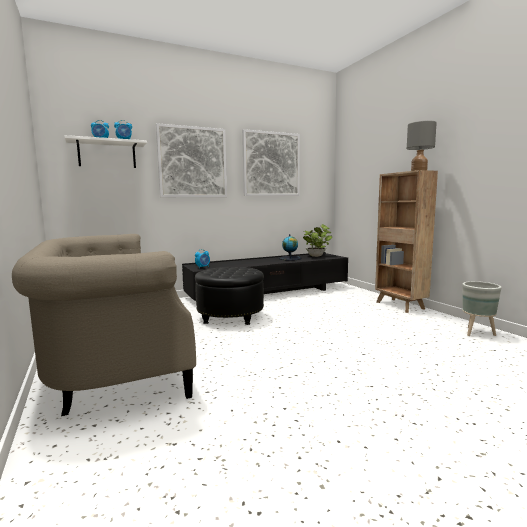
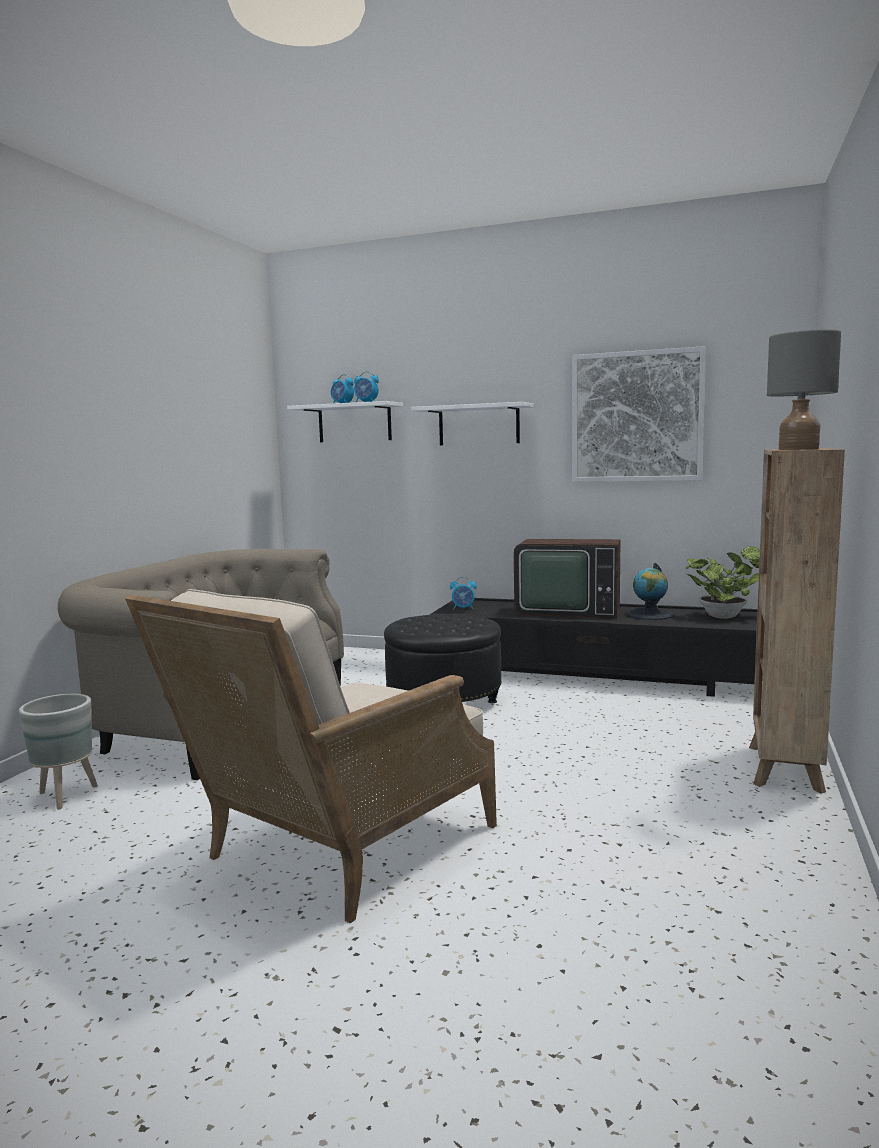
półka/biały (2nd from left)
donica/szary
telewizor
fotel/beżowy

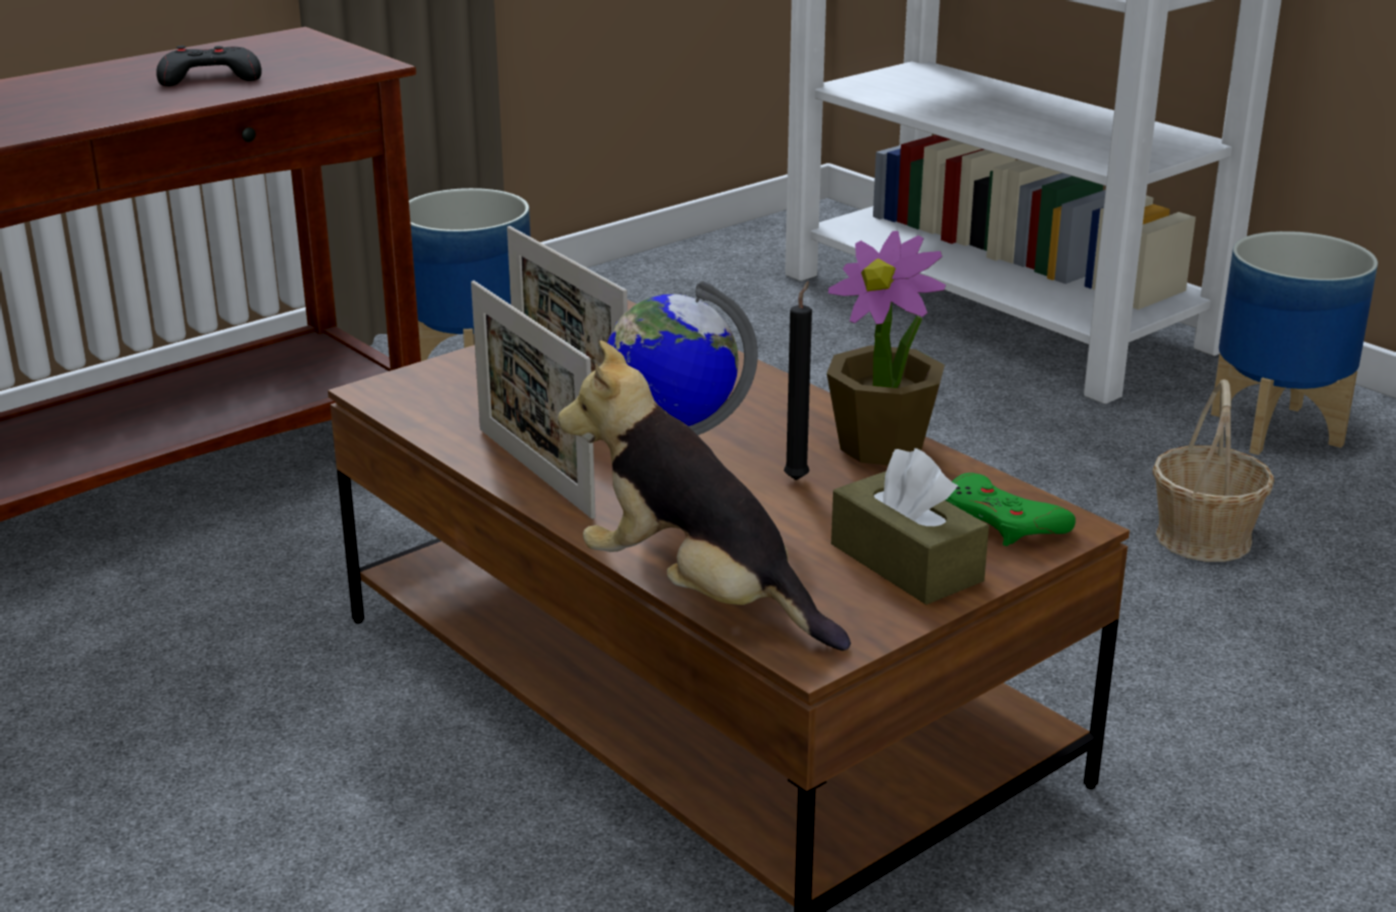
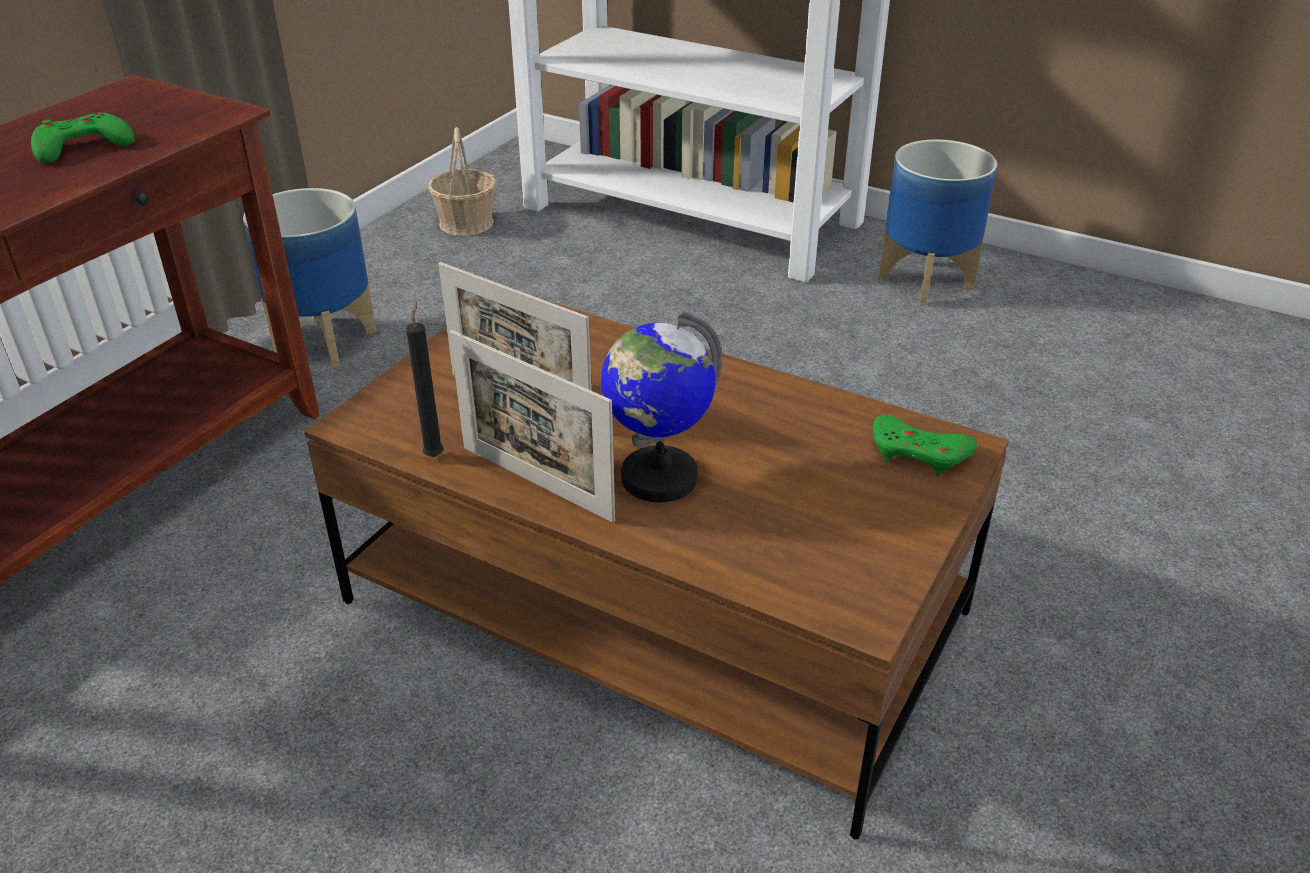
pad do gier/zielony (1st from left)
roślina doniczkowa
świeca/czarny
pluszak
koszyk
pudełko chusteczek/brązowy

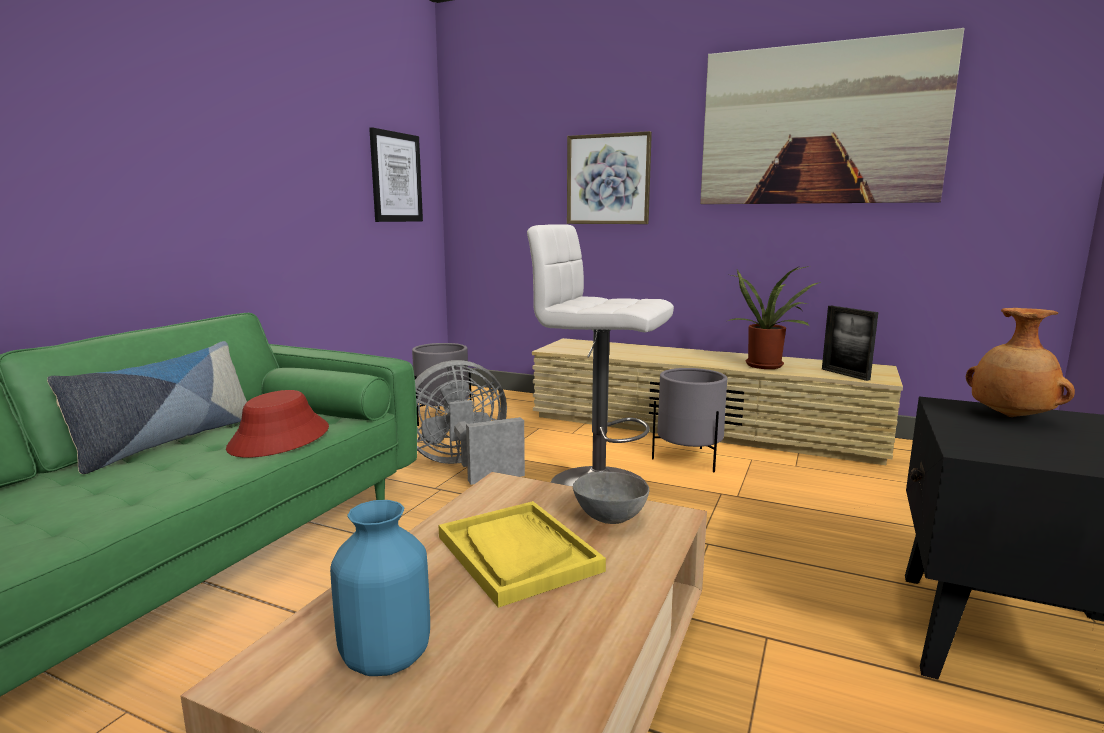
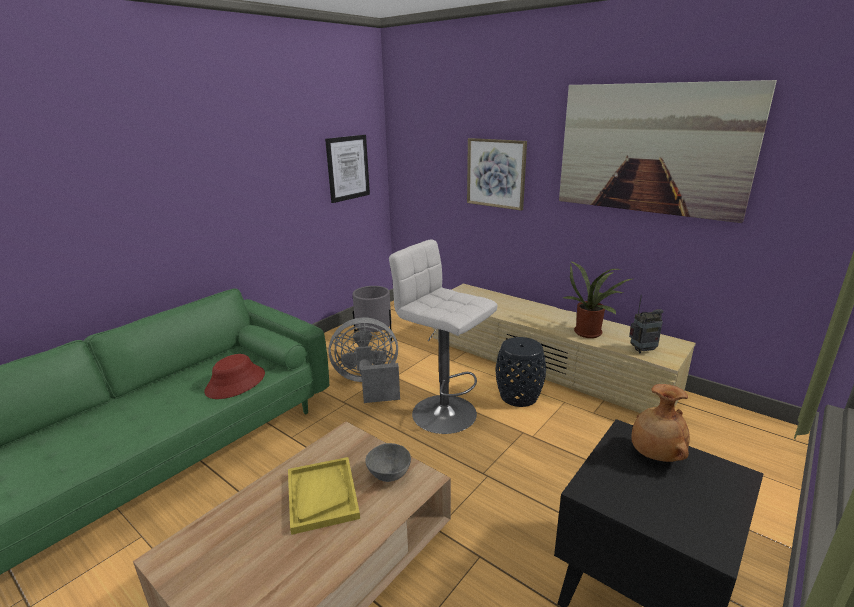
radio
poduszka
stołek/czarny
wazon/niebieski

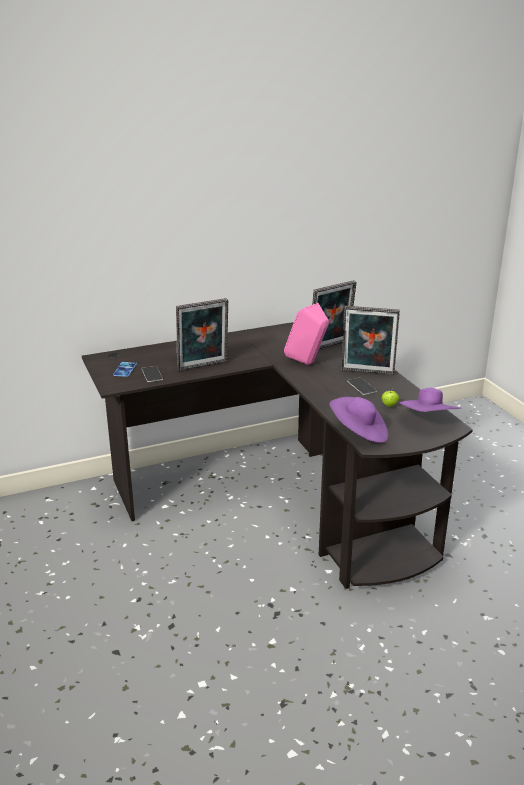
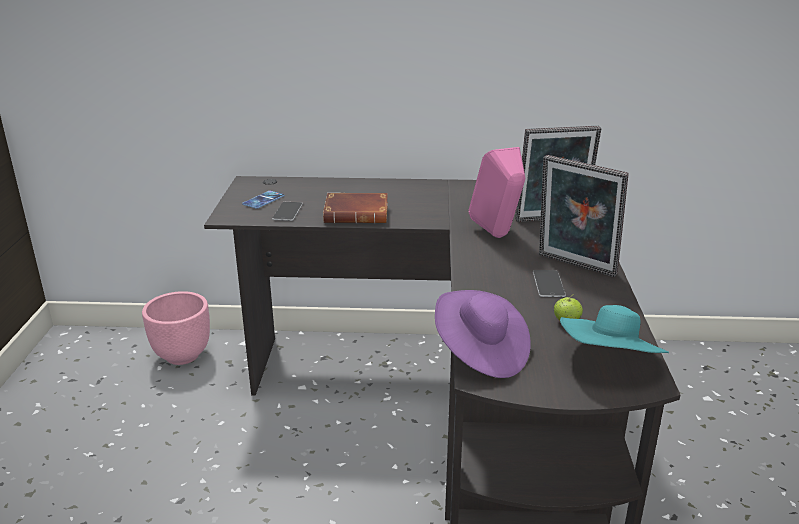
książka/brązowy
kapelusz/turkusowy
donica/różowy

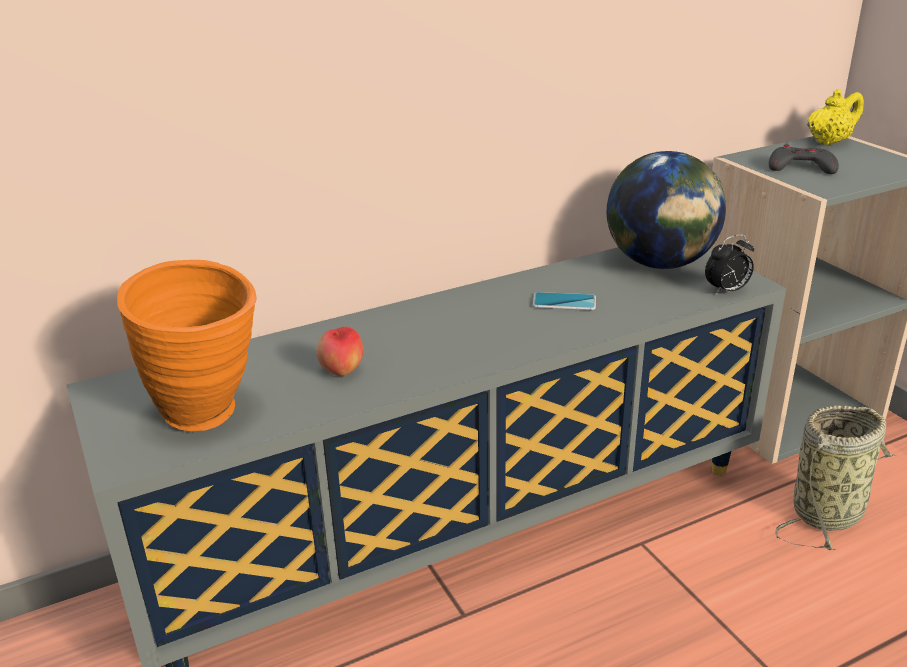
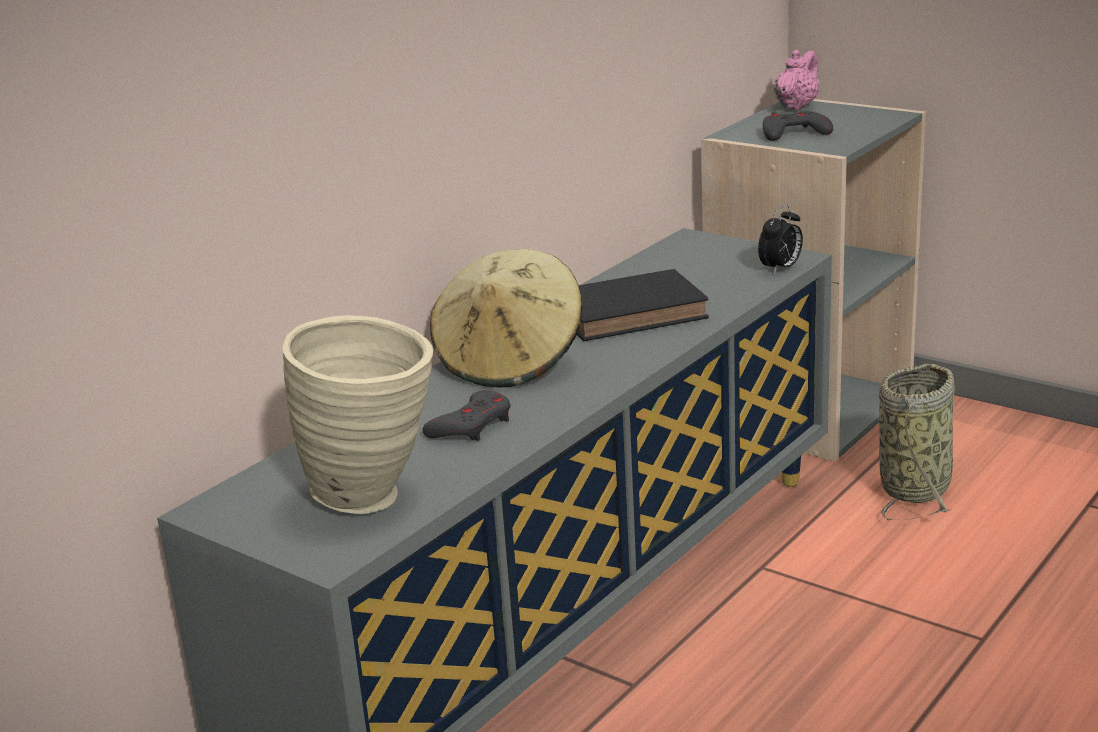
imbryk/różowy
globus
wazon/beżowy
książka/czarny
pad do gier/szary (1st from left)
kapelusz/beżowy

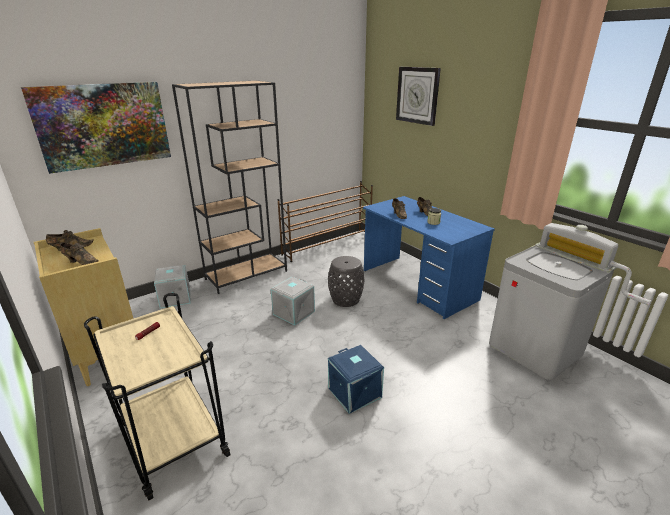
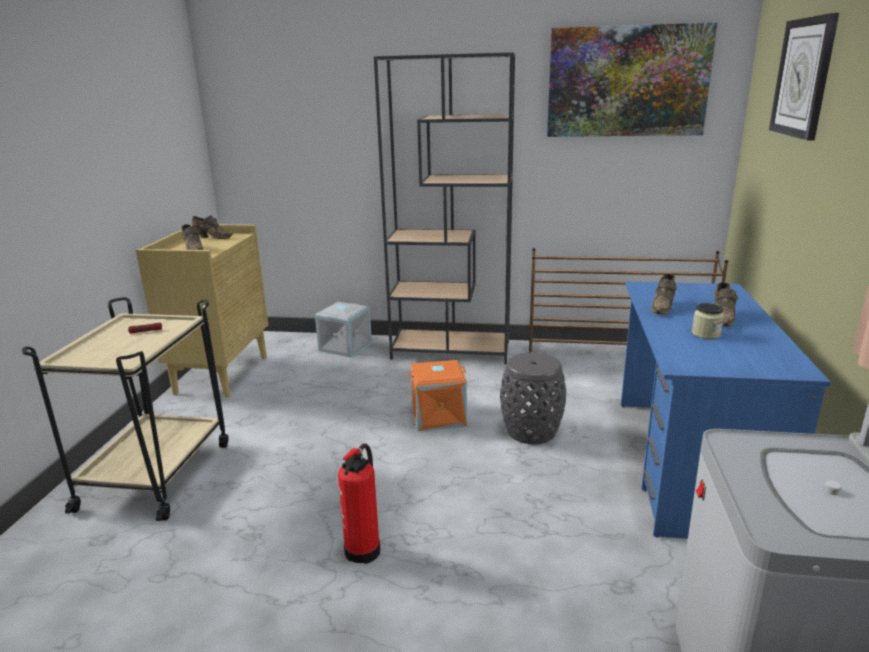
obraz
pojemnik do przechowywania/pomarańczowy
gaśnica

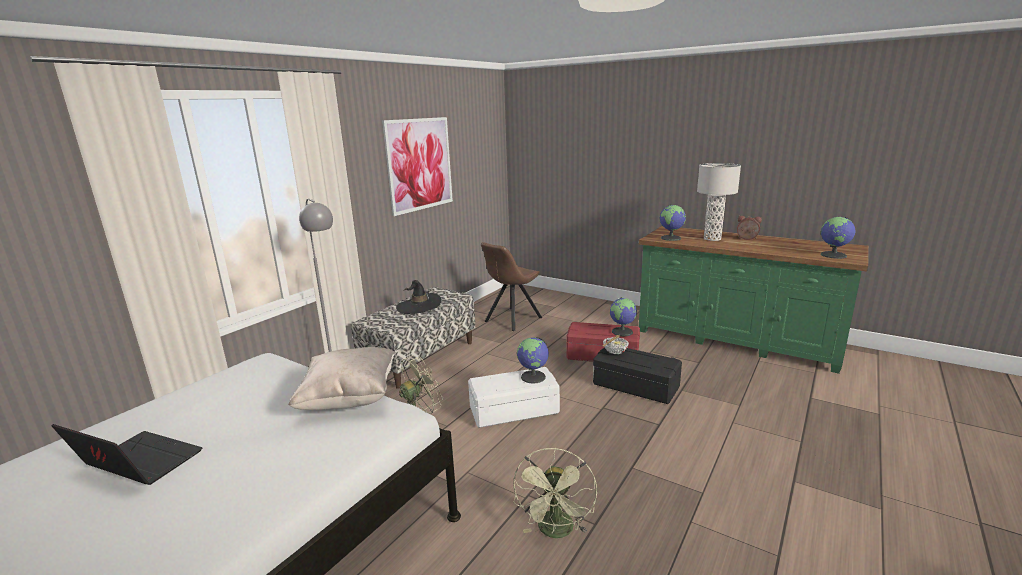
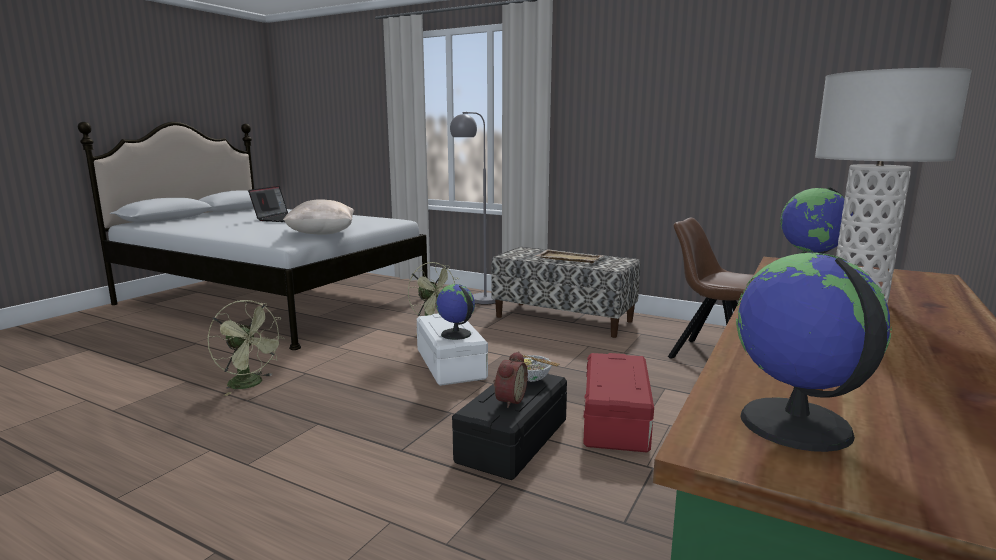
obraz
budzik
taca/beżowy
globus (2nd from left in the first image)
wentylator/zielony (1st from left)

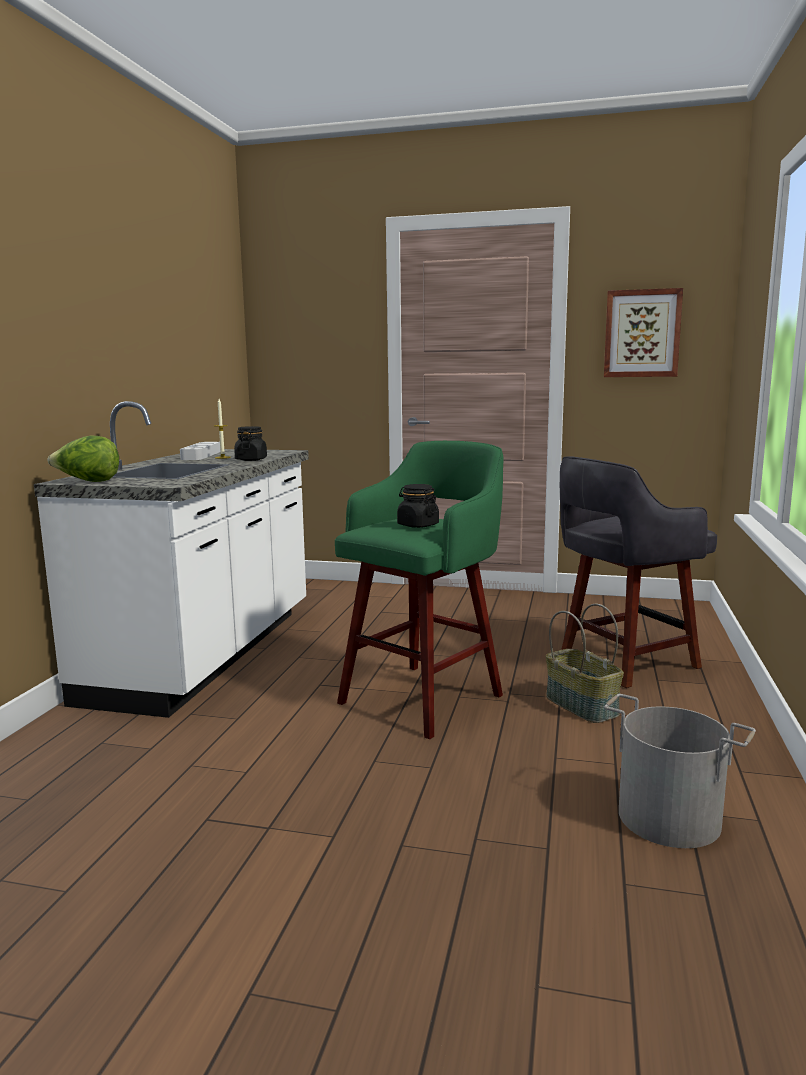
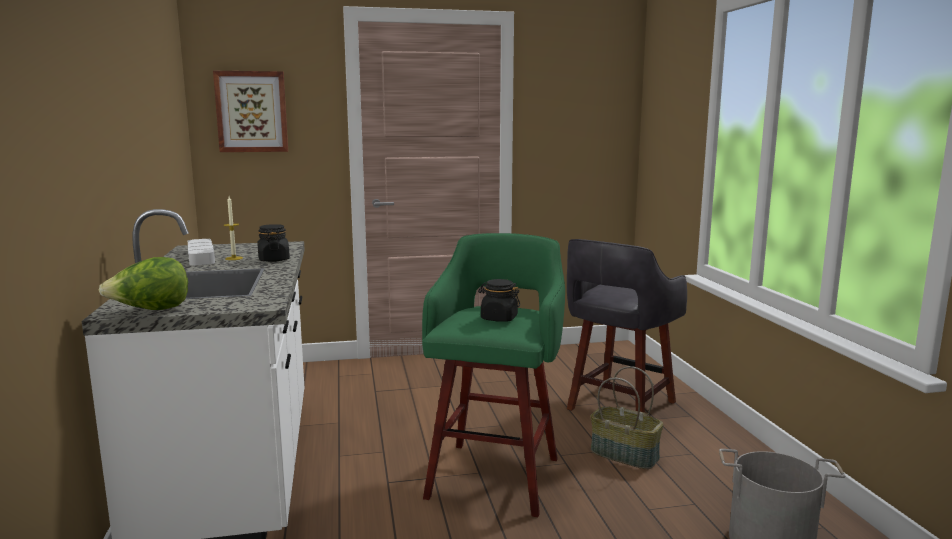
obraz

